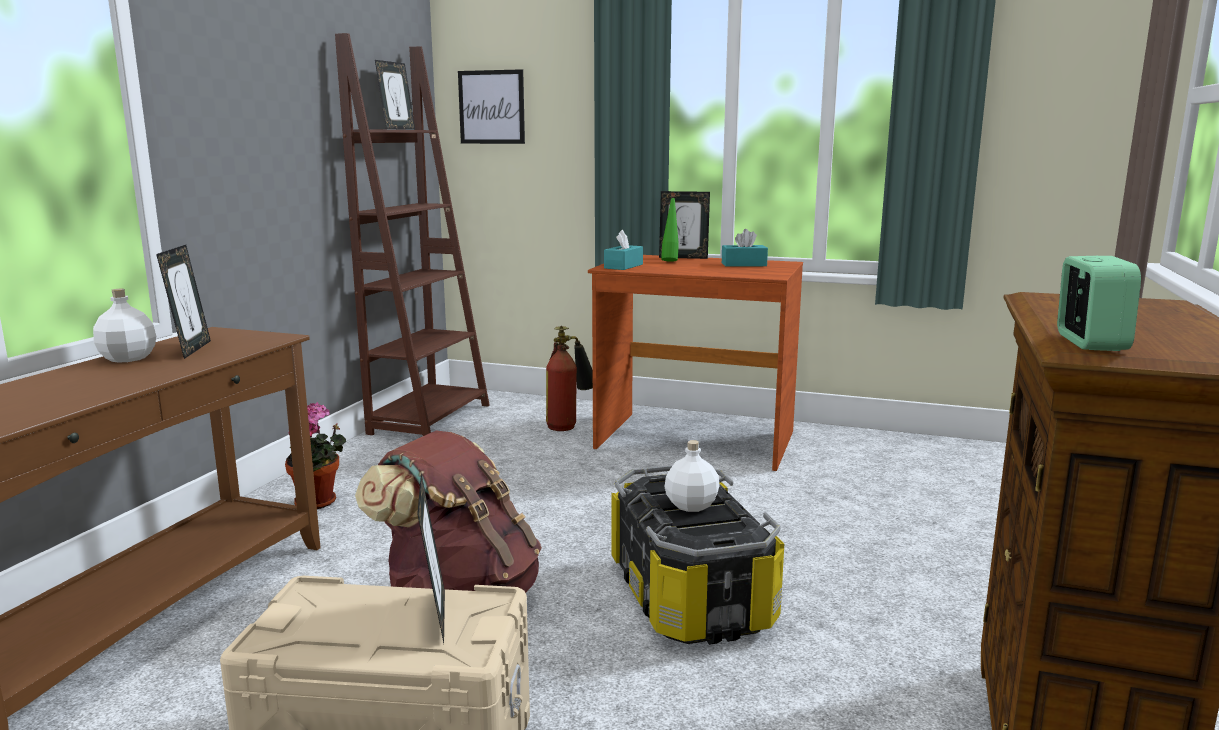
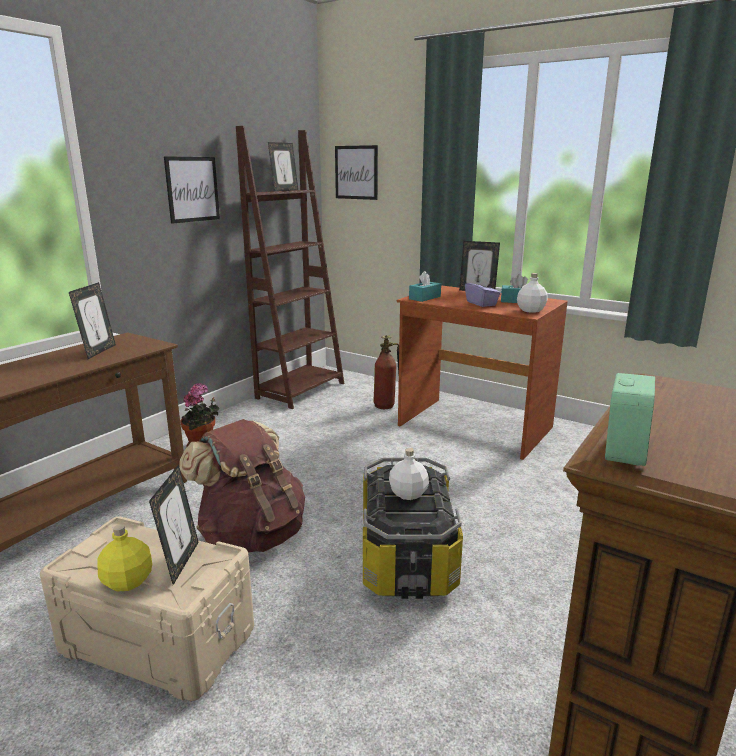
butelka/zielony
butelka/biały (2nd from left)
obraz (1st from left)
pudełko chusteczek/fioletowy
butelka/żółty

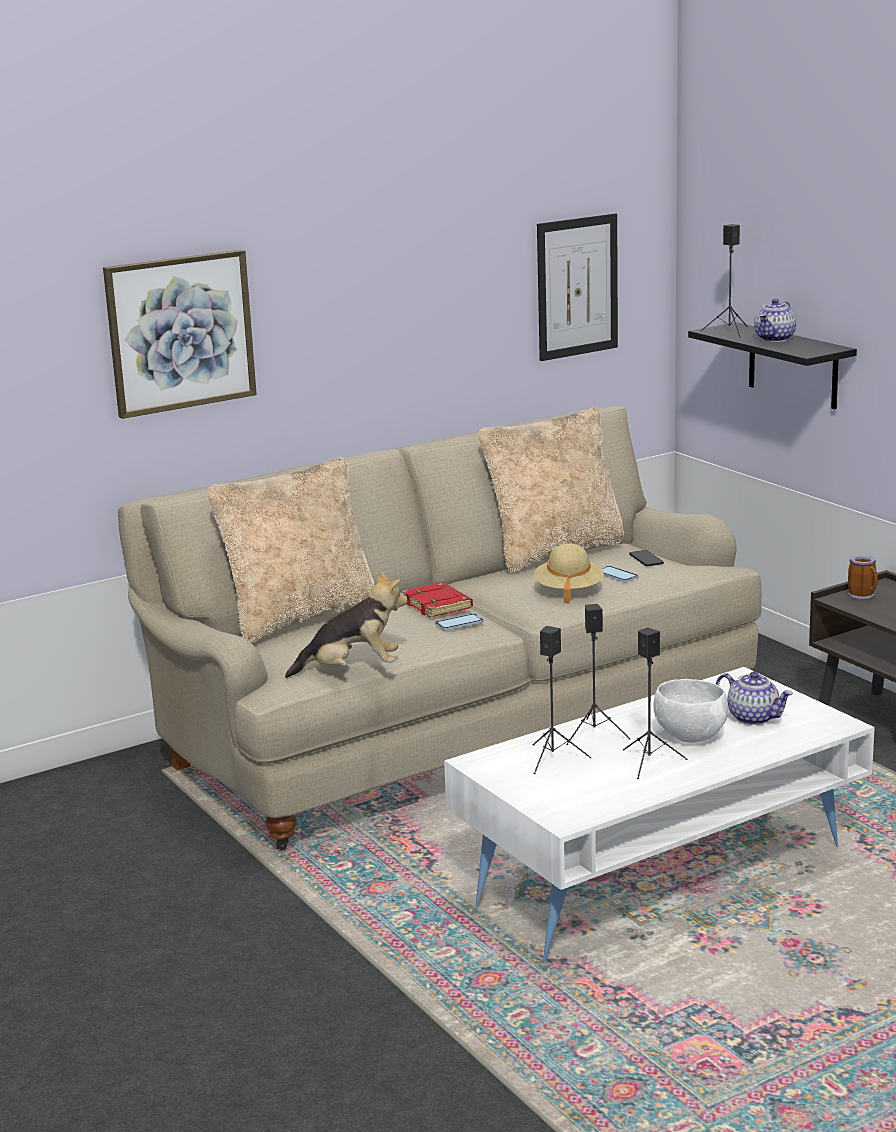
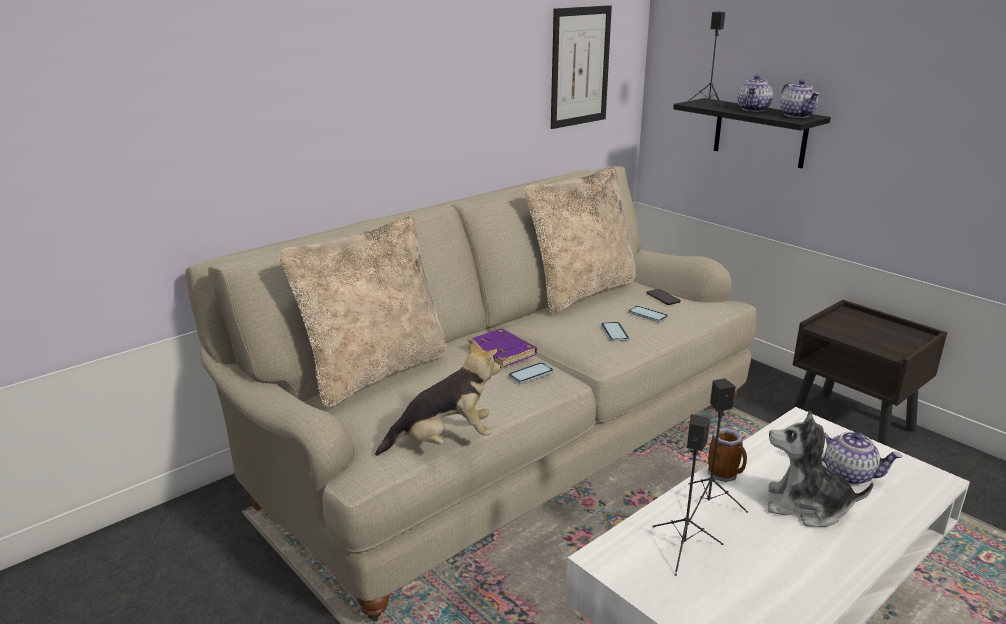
obraz (1st from left in the first image)
telefon (2nd from left)
kubek
książka/fioletowy
głośnik/czarny (3rd from left in the first image)
pluszak (2nd from left)
imbryk (2nd from left)

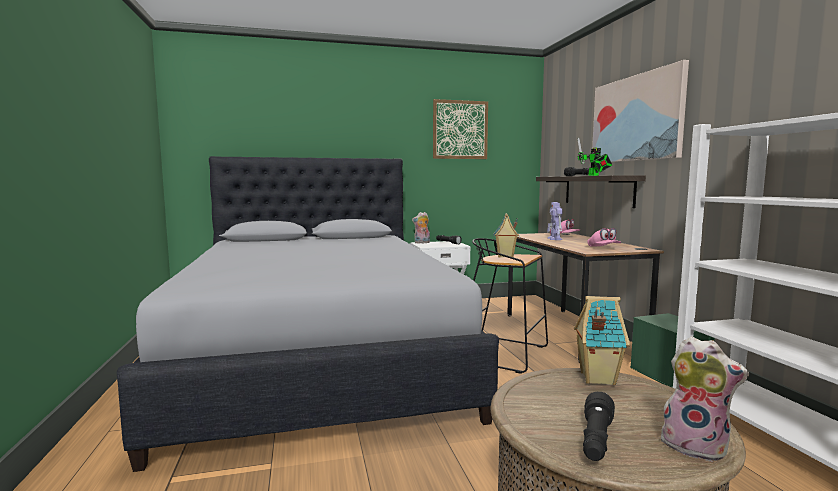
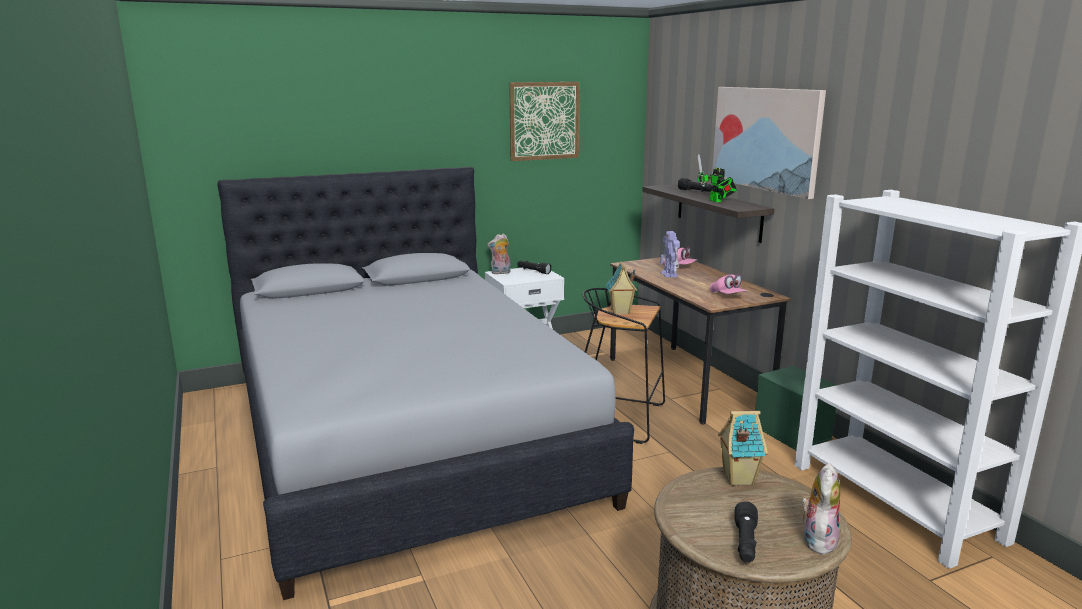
pluszak (2nd from left)

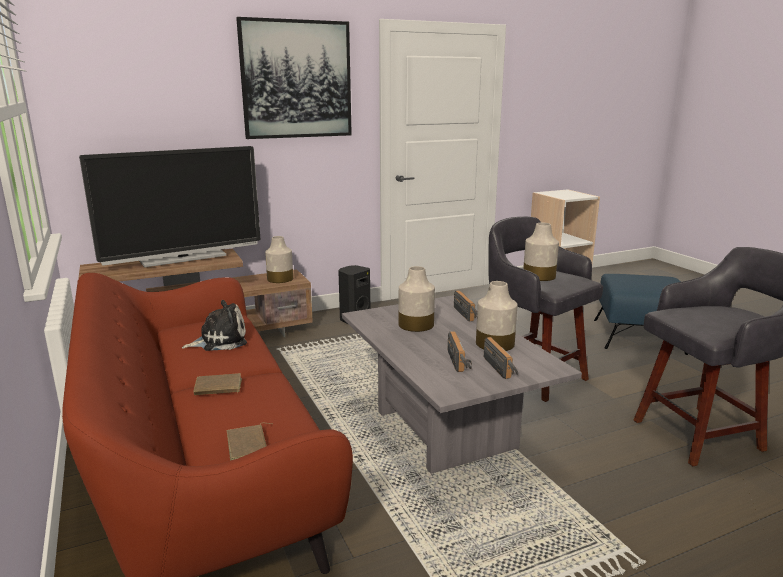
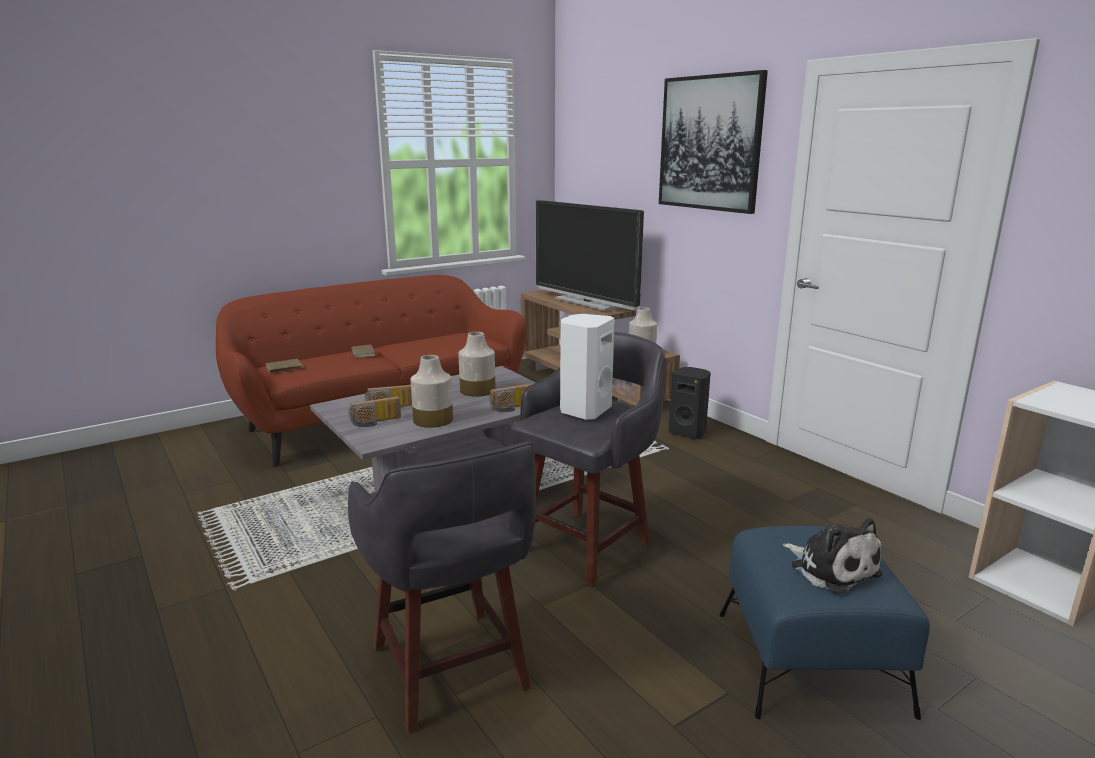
głośnik/biały
pluszak

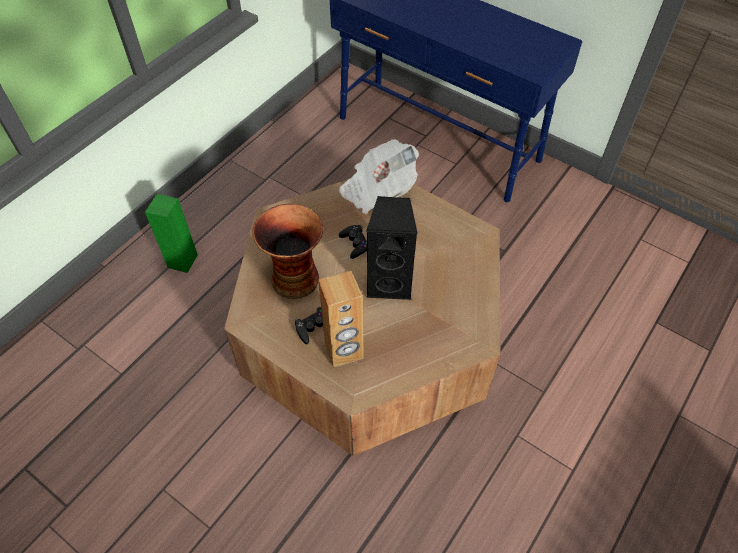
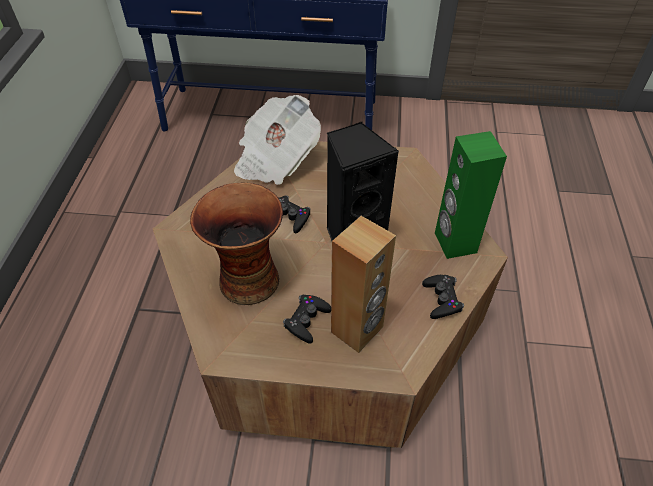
głośnik/zielony
pad do gier/czarny (3rd from left)

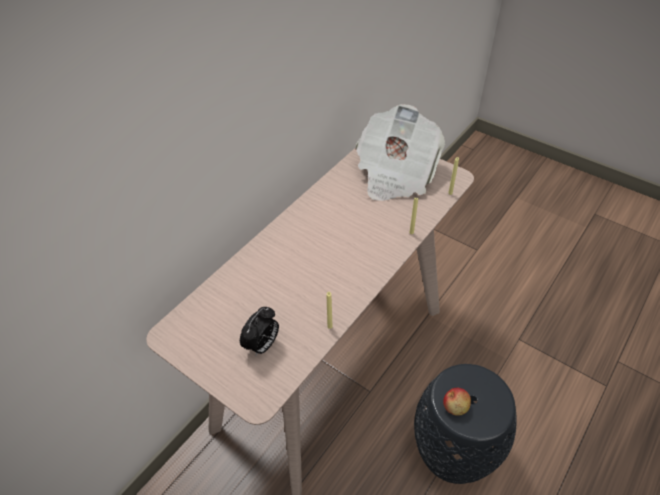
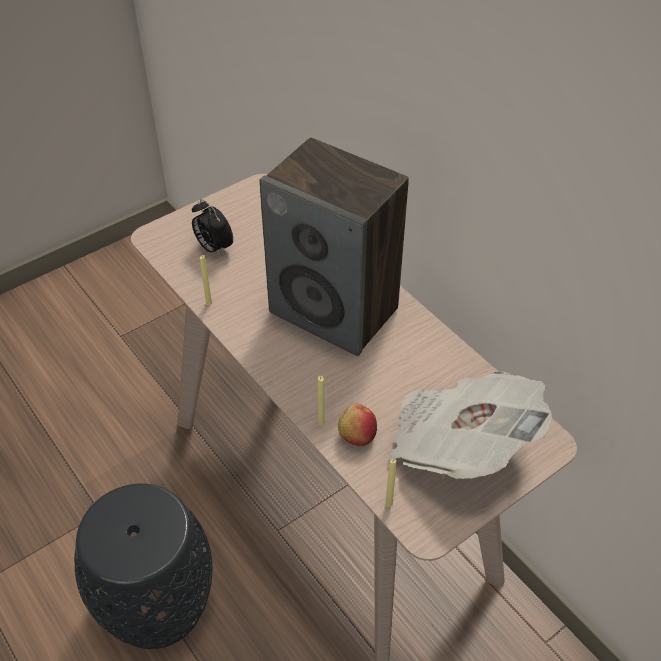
jabłko
głośnik

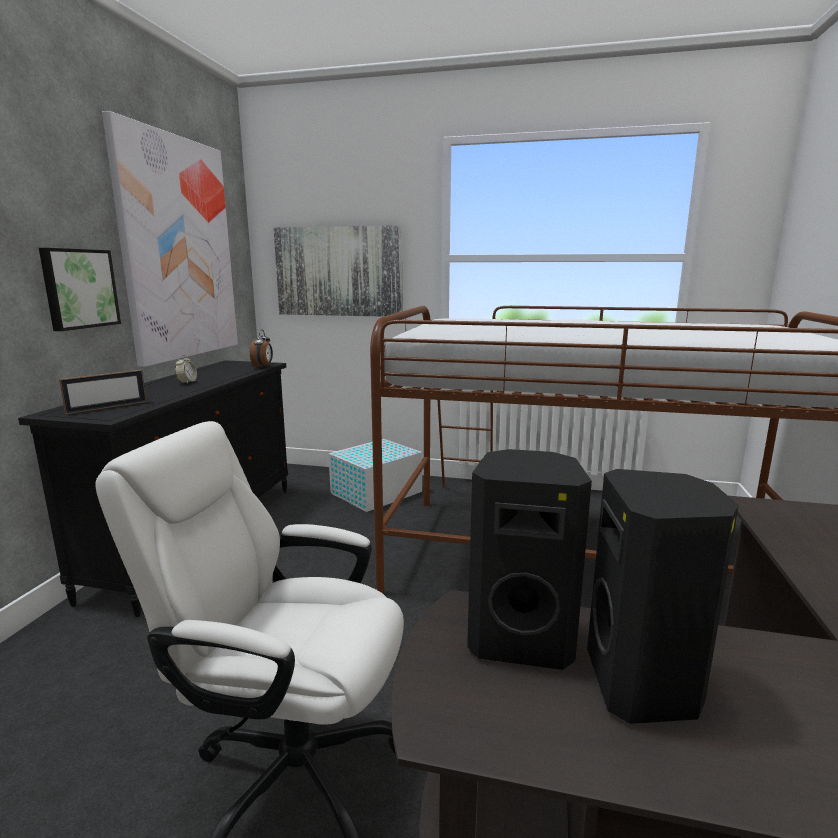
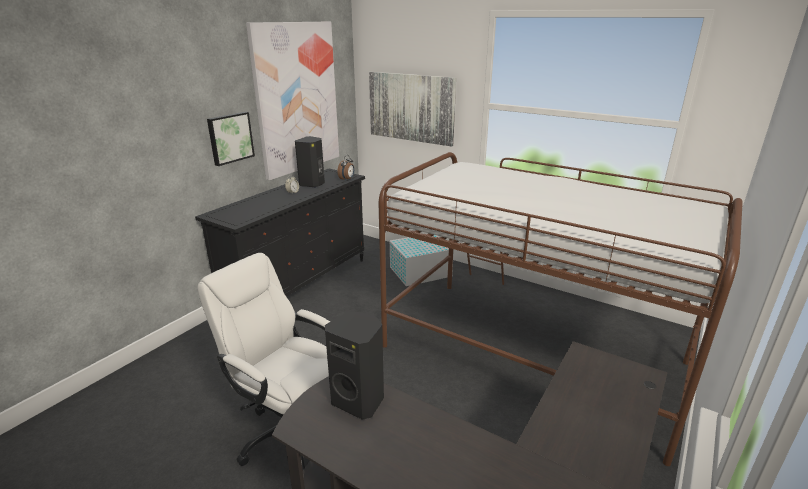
ramka na zdjęcie
głośnik/czarny (1st from left)

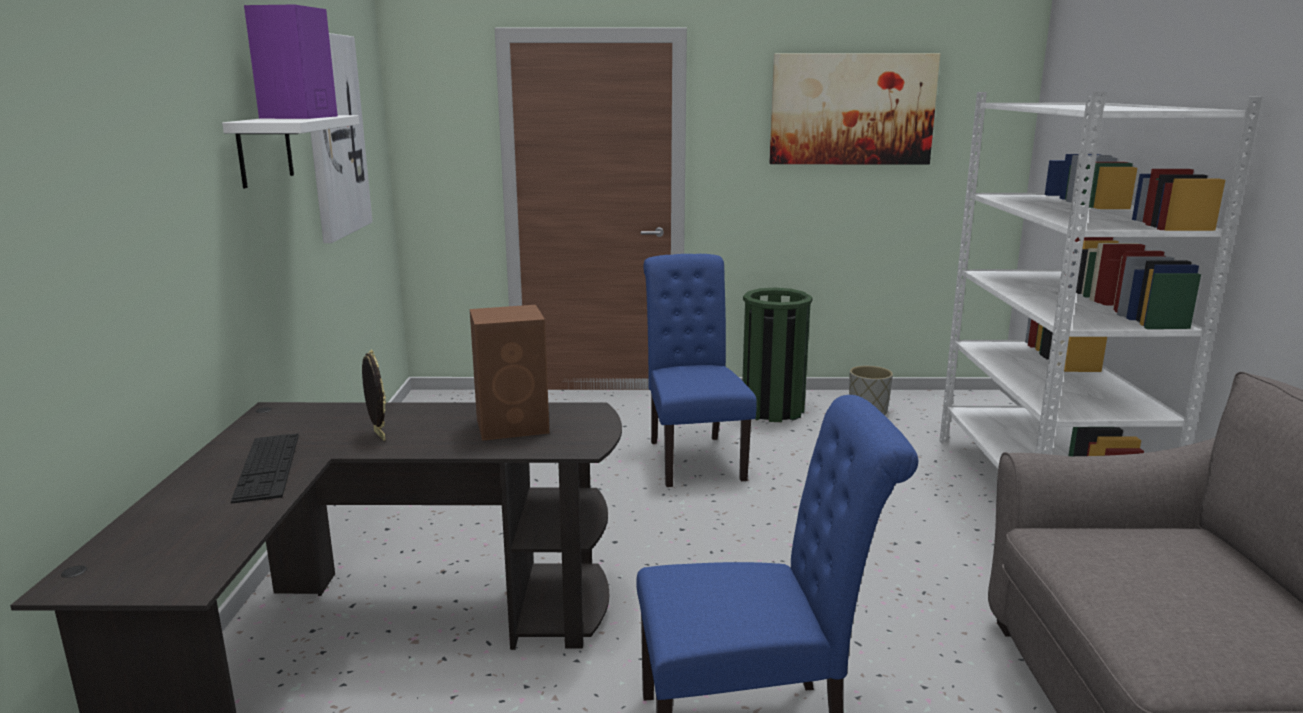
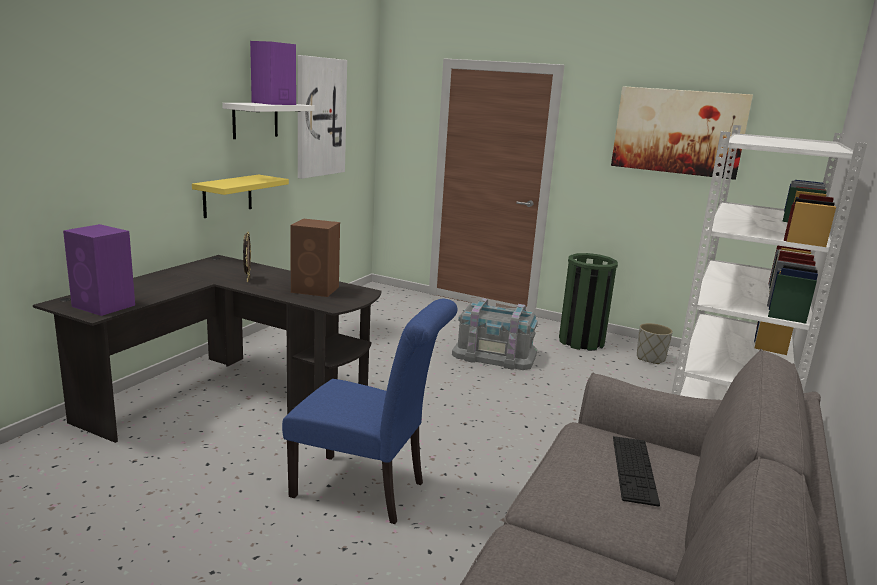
pojemnik do przechowywania/szary
klawiatura
półka/żółty
głośnik/fioletowy (1st from left)

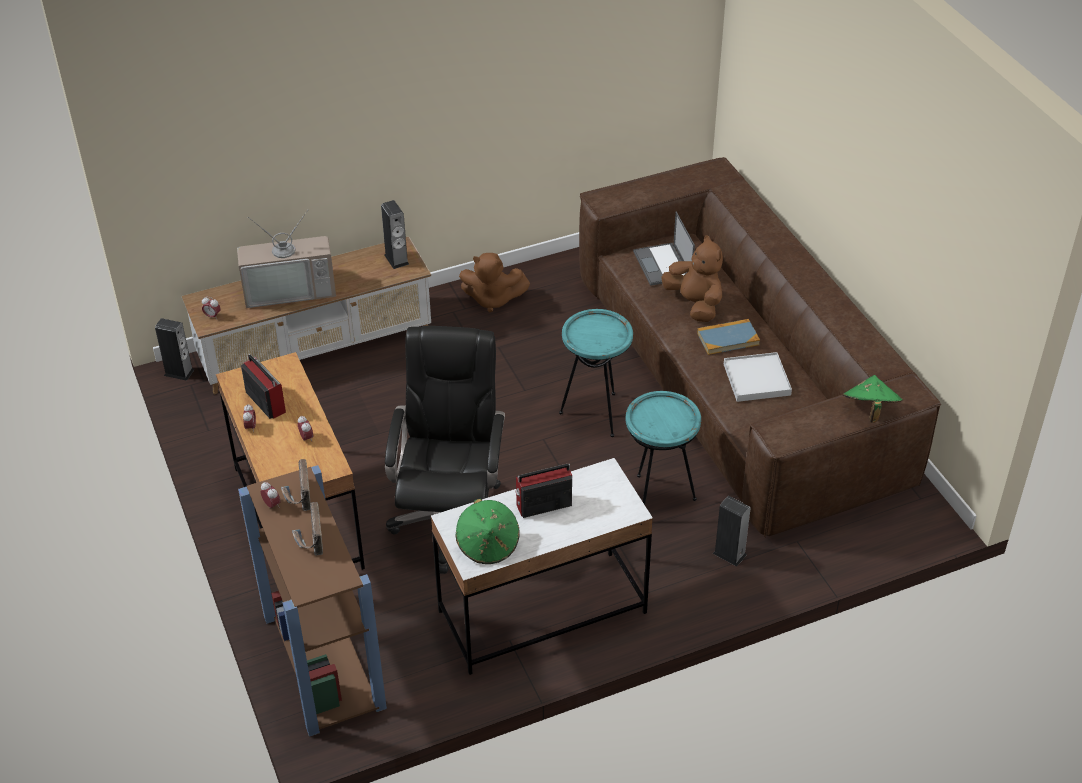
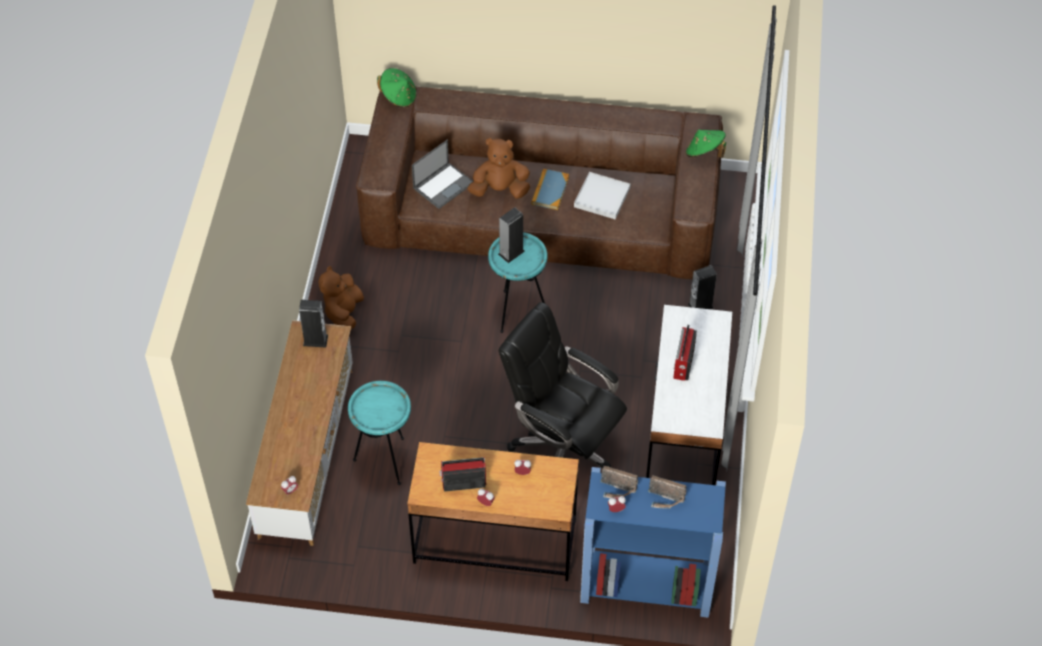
telewizor
laptop
pluszak/brązowy (1st from left)
głośnik (2nd from left)
stolik/turkusowy (1st from left)
regał/niebieski
kapelusz/zielony (1st from left)

